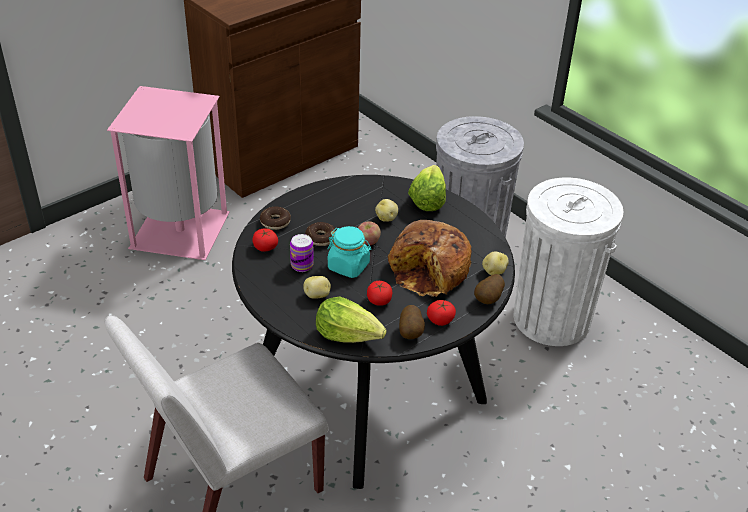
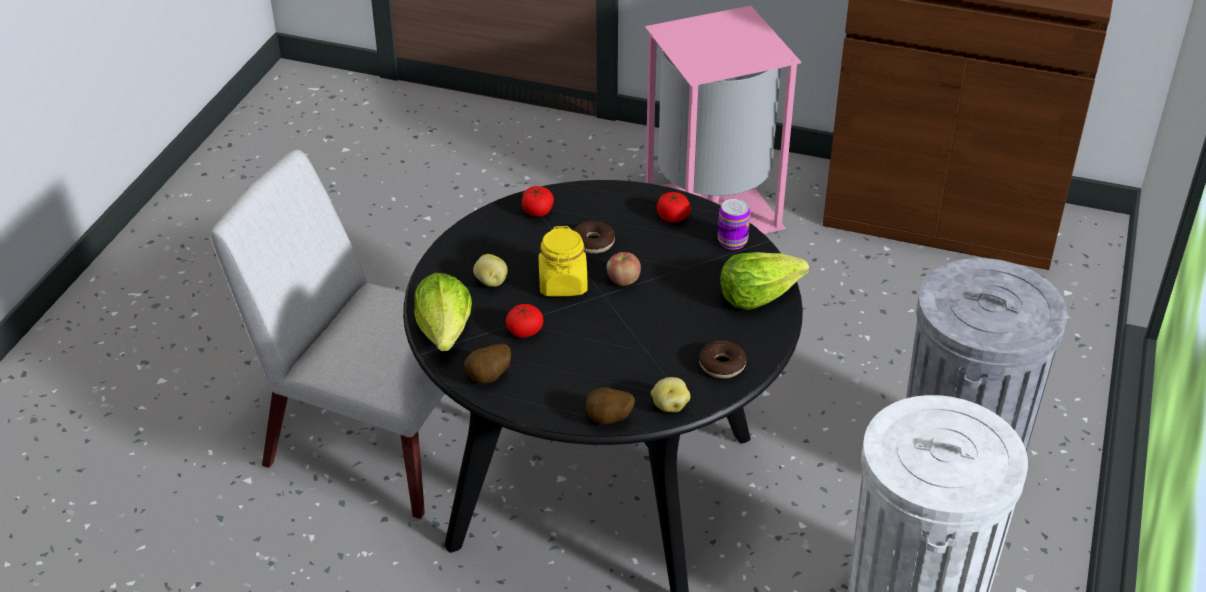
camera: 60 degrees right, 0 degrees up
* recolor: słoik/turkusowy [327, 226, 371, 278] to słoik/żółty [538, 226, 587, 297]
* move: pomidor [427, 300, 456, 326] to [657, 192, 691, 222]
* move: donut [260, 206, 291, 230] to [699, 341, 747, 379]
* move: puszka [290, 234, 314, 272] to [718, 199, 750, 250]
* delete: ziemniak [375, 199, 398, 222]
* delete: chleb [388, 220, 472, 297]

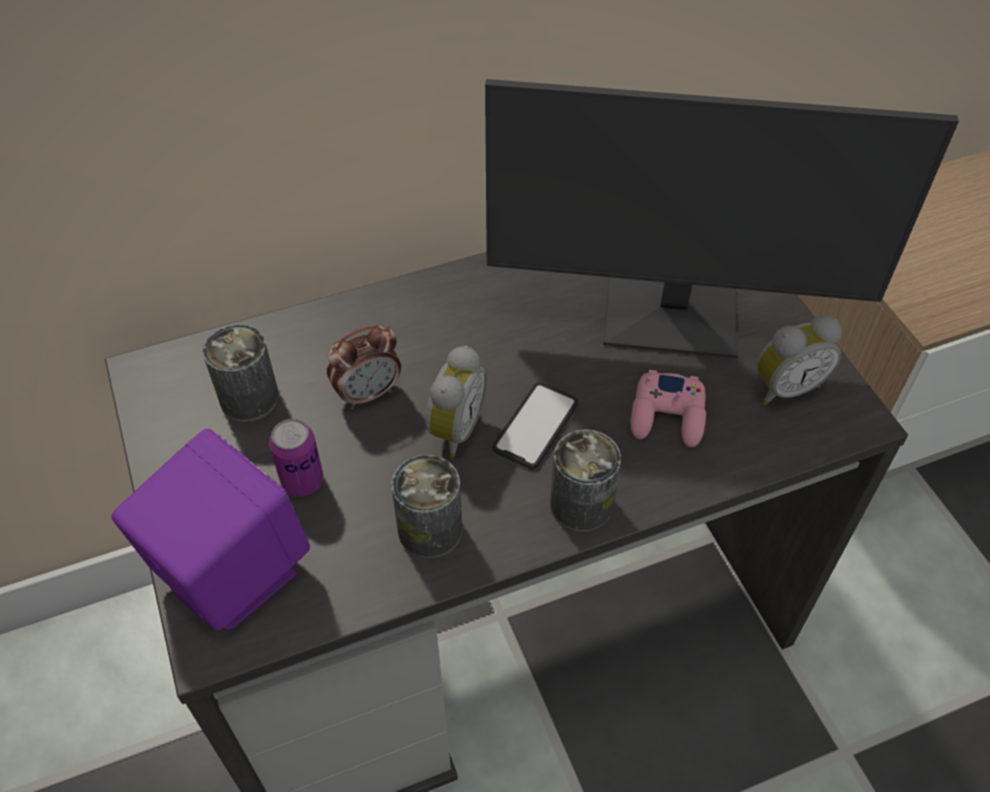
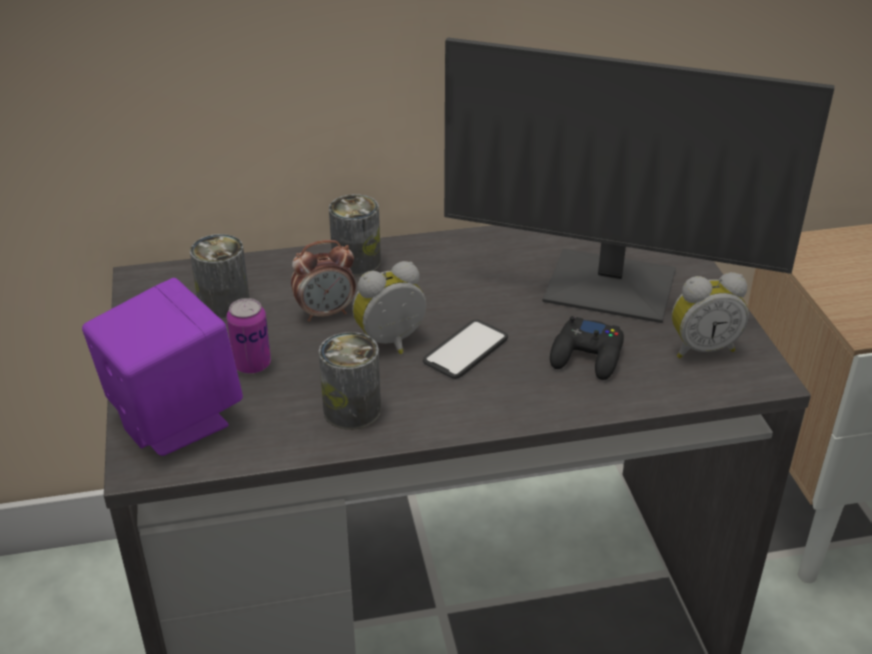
camera: 10 degrees right, 15 degrees down
* move: puszka [550, 429, 621, 532] to [329, 194, 381, 276]
* rotate: budzik [426, 346, 487, 457] = [352, 261, 426, 354] 150 degrees counterclockwise
* recolor: pad do gier/różowy [630, 370, 706, 447] to pad do gier/czarny [550, 316, 624, 380]

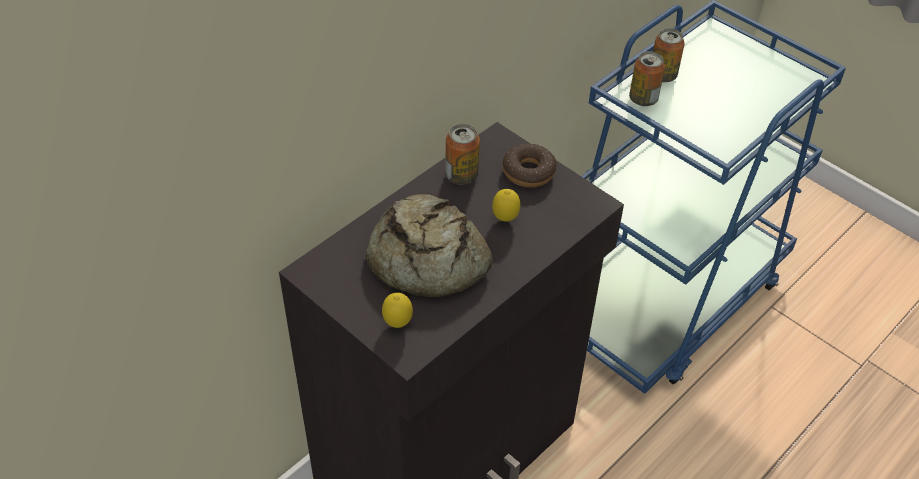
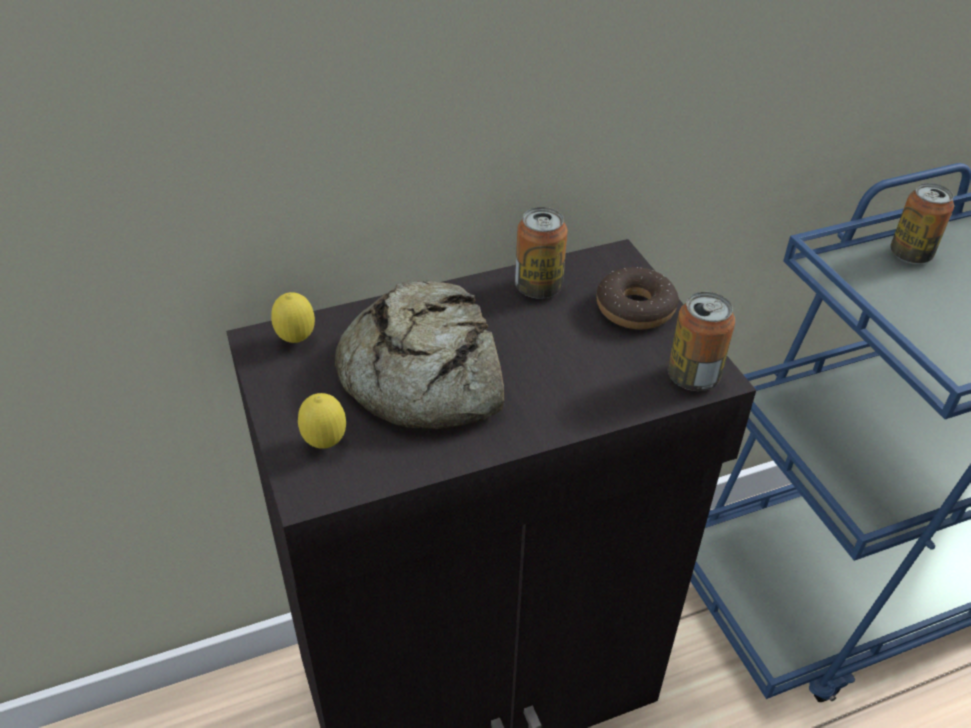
camera: 25 degrees right, 5 degrees down
* move: cytryna [492, 189, 520, 221] to [271, 292, 315, 343]
* move: puszka [629, 51, 665, 106] to [668, 292, 735, 391]

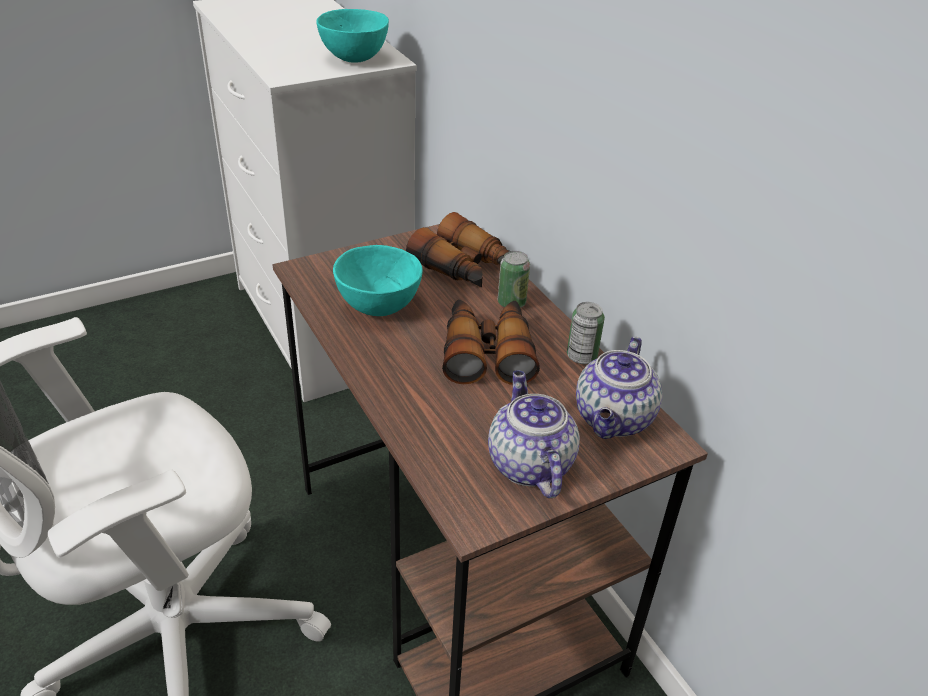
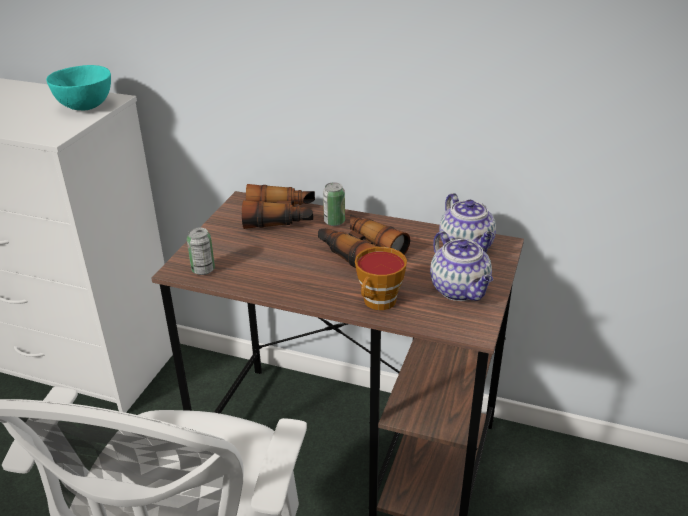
camera: 40 degrees left, 5 degrees down
* move: puszka [567, 302, 605, 364] to [187, 227, 215, 275]
* insert: filiżanka [355, 247, 407, 310]
* rotate: imbryk [488, 371, 580, 498] = [430, 231, 493, 301] 150 degrees counterclockwise
* delete: miska/turkusowy [333, 245, 423, 316]

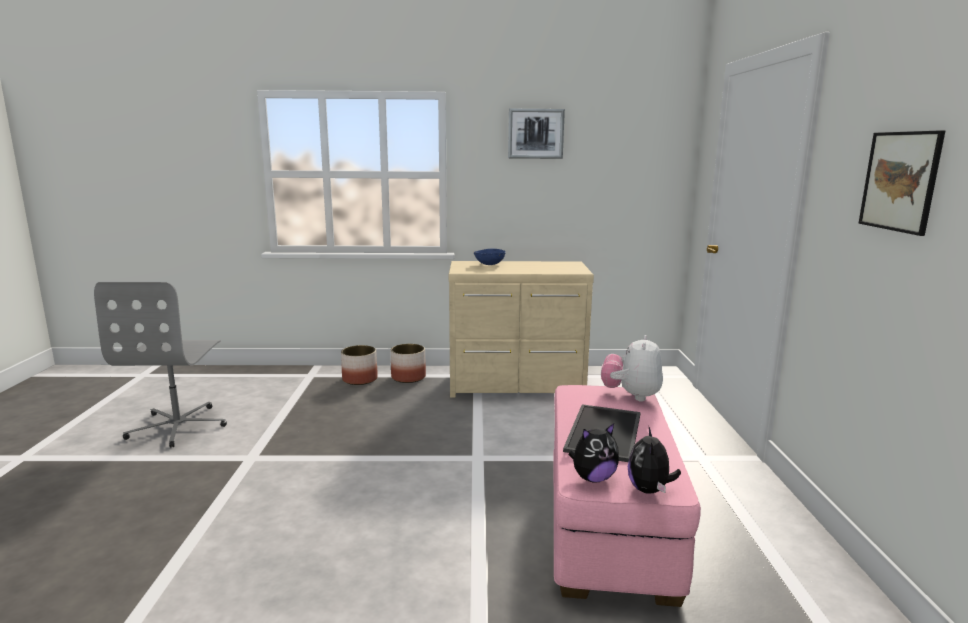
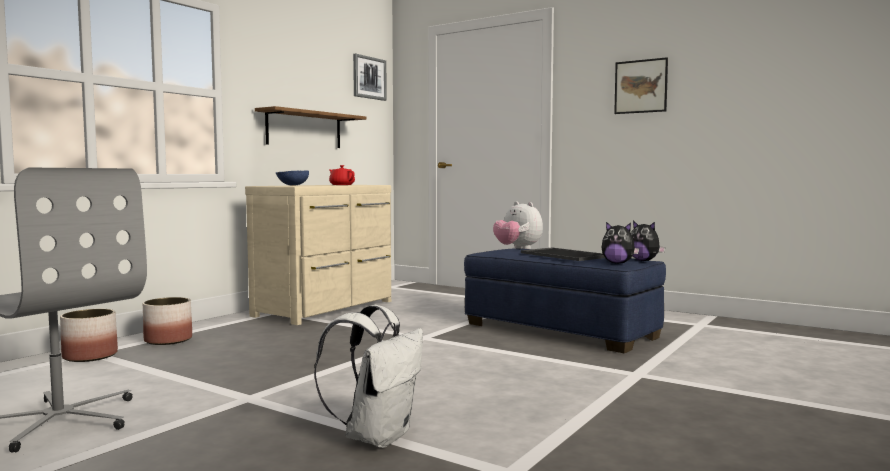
camera: 55 degrees left, 10 degrees down
* move: donica [391, 344, 426, 383] to [60, 309, 118, 362]
* insert: półka [255, 106, 367, 148]
* insert: plecak/biały [314, 305, 423, 448]
* insert: imbryk/czerwony [329, 165, 355, 185]
* move: obraz [508, 109, 565, 159] to [353, 54, 387, 101]
* recolor: pufa/różowy [554, 385, 701, 607] to pufa/niebieski [464, 249, 666, 353]
* rotate: pluszak [569, 423, 619, 483] = [602, 222, 639, 264] 105 degrees clockwise

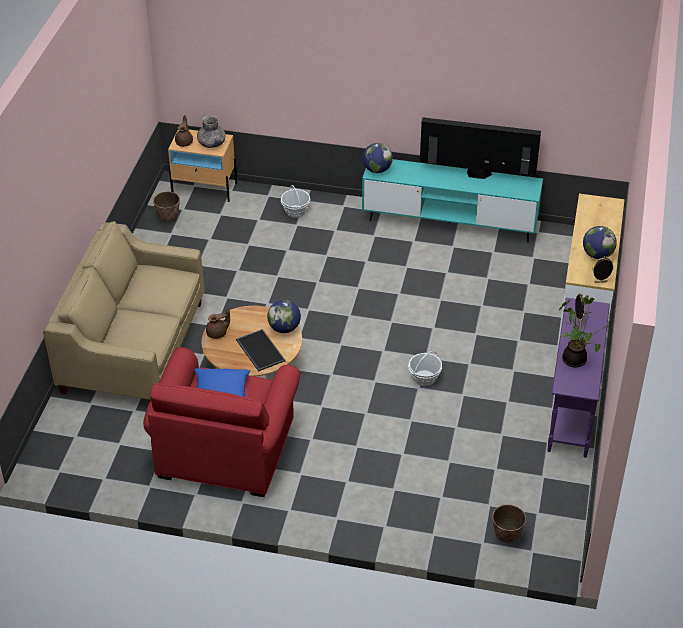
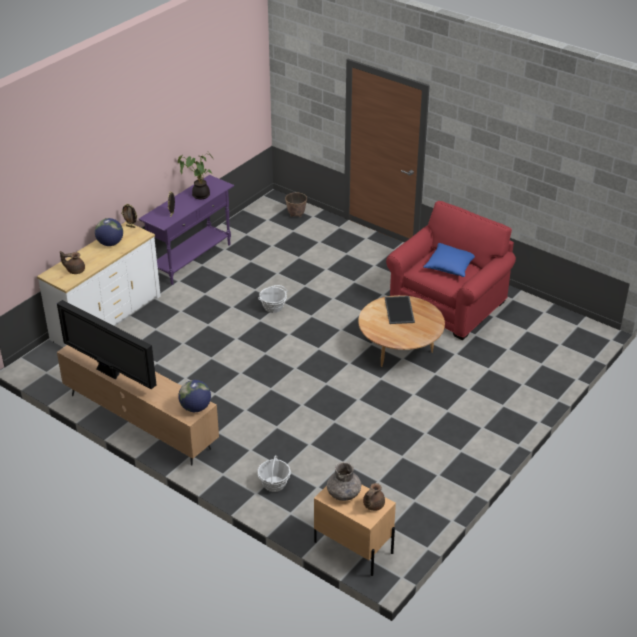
camera: 155 degrees left, 5 degrees down
* recolor: szafka pod telewizor/turkusowy [362, 159, 543, 243] to szafka pod telewizor/brązowy [57, 345, 219, 466]
* move: imbryk/brązowy [206, 308, 230, 339] to [60, 251, 85, 274]
* delete: kanapa/beżowy [43, 221, 205, 403]
* delete: donica [153, 192, 180, 223]
* delete: globus [267, 300, 301, 333]

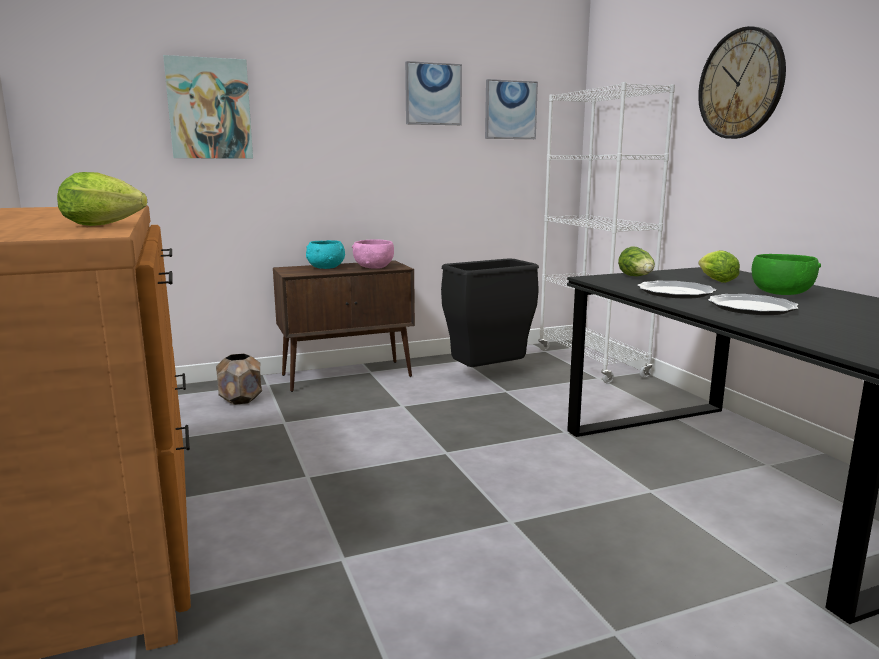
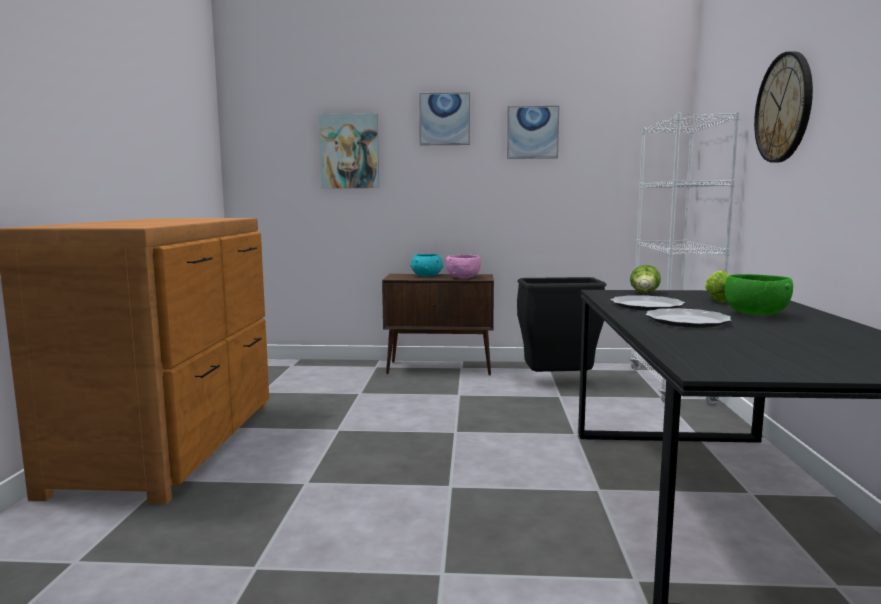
camera: 25 degrees right, 5 degrees down
* move: obraz [485, 79, 538, 139] to [419, 92, 470, 145]
* delete: sałata [57, 172, 147, 226]
* delete: donica/brązowy [216, 354, 262, 405]

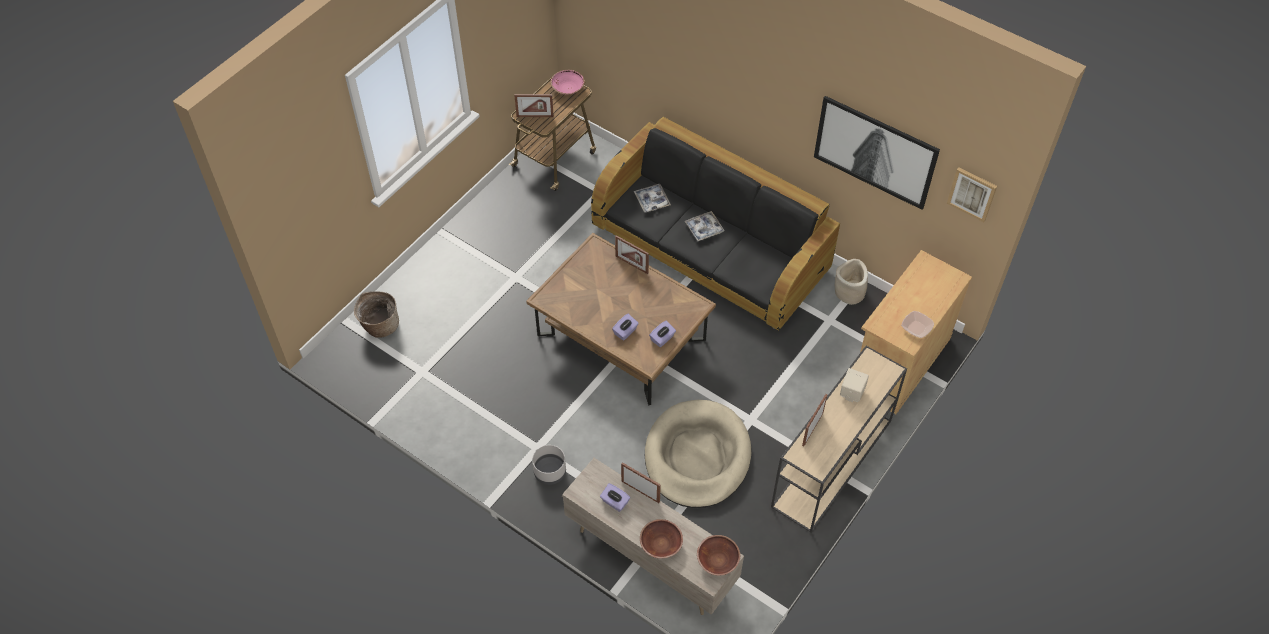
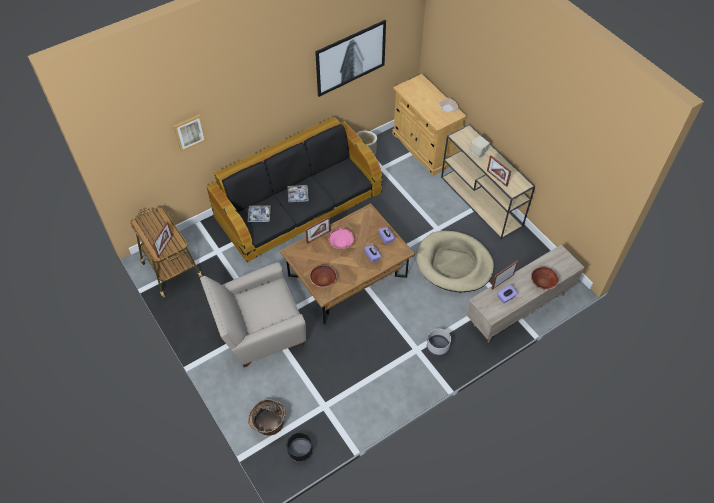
camera: 70 degrees left, 0 degrees up
* move: obraz [947, 167, 997, 222] to [174, 114, 207, 152]
* insert: fotel/beżowy [200, 262, 306, 367]
* insert: donica/czarny [287, 432, 313, 463]
* move: miska/brązowy [697, 535, 740, 575] to [309, 265, 337, 288]
* move: miska/różowy [551, 70, 585, 95] to [328, 228, 355, 249]

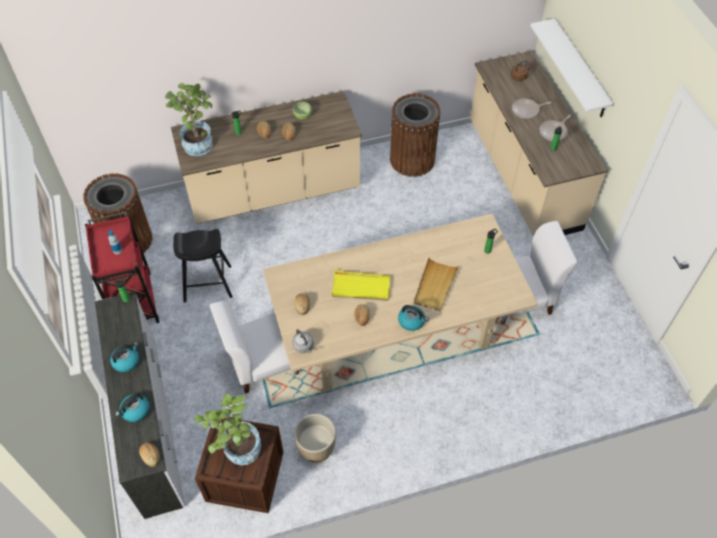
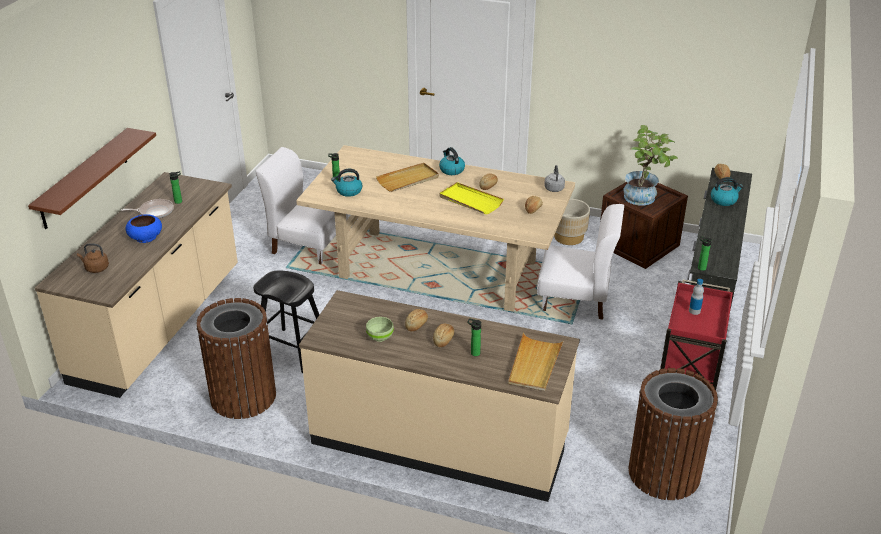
camera: 145 degrees left, 20 degrees down
* recolor: półka/biały [530, 19, 613, 117] to półka/brązowy [28, 128, 156, 229]
* replace: patelnia [512, 98, 552, 119] to miska/niebieski [126, 214, 162, 243]
* move: stołek/czarny [173, 229, 233, 303] to [253, 271, 319, 373]
* move: czajnik [110, 342, 139, 372] to [331, 168, 362, 197]
* replace: roślina doniczkowa [165, 83, 213, 156] to taca/beżowy [508, 333, 564, 391]

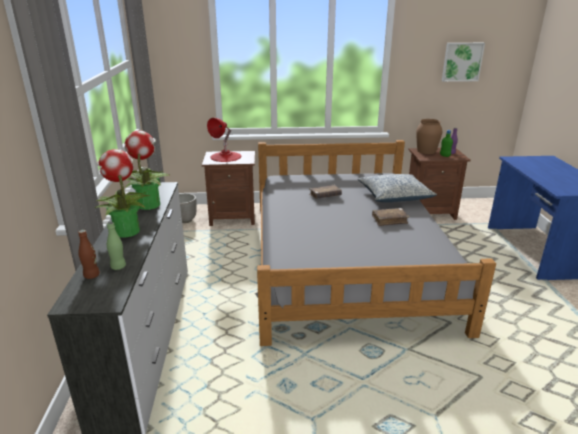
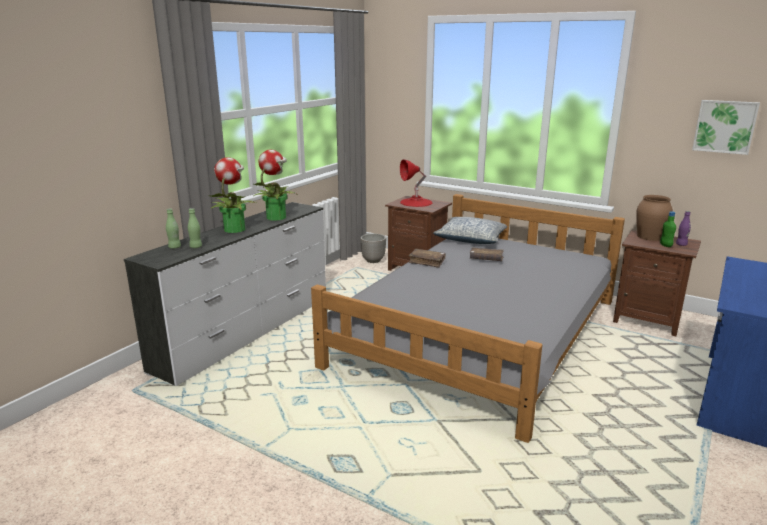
camera: 35 degrees right, 5 degrees down
* recolor: butelka/brązowy [78, 230, 100, 279] to butelka/zielony [166, 209, 181, 249]
* move: książka/brązowy [372, 208, 409, 226] to [409, 249, 445, 268]
* move: poduszka [358, 174, 437, 202] to [433, 217, 510, 244]

